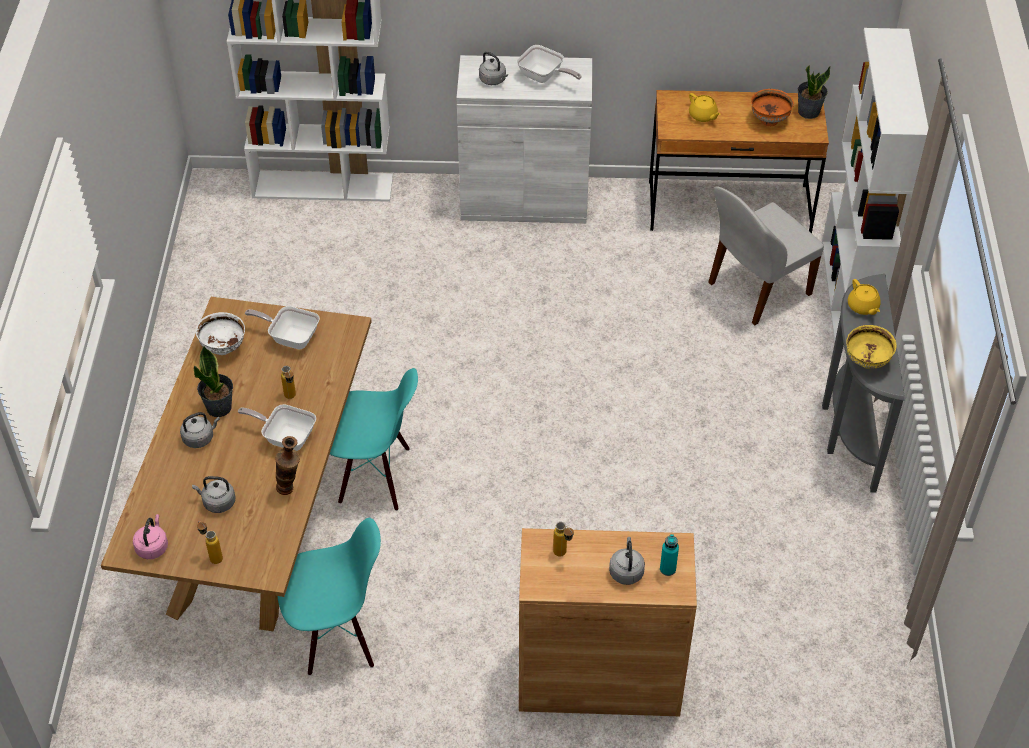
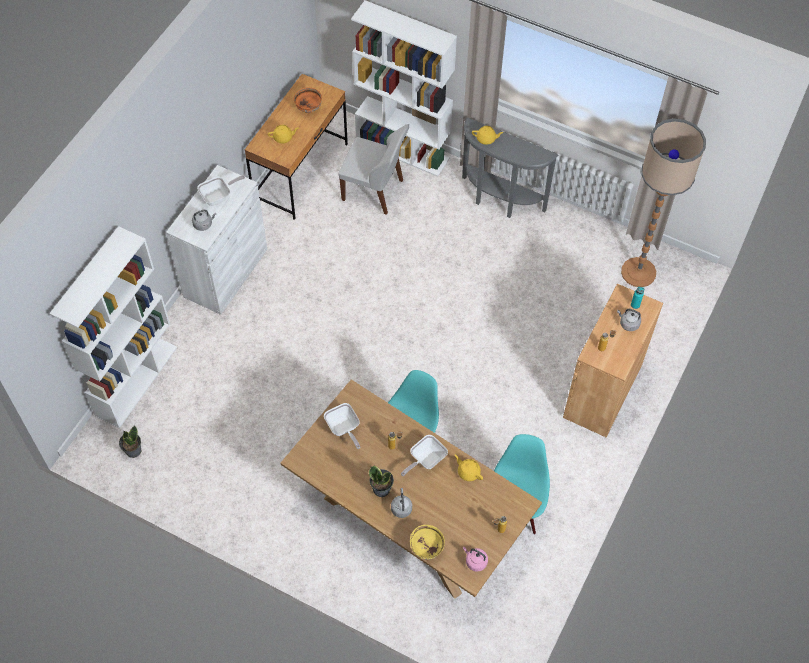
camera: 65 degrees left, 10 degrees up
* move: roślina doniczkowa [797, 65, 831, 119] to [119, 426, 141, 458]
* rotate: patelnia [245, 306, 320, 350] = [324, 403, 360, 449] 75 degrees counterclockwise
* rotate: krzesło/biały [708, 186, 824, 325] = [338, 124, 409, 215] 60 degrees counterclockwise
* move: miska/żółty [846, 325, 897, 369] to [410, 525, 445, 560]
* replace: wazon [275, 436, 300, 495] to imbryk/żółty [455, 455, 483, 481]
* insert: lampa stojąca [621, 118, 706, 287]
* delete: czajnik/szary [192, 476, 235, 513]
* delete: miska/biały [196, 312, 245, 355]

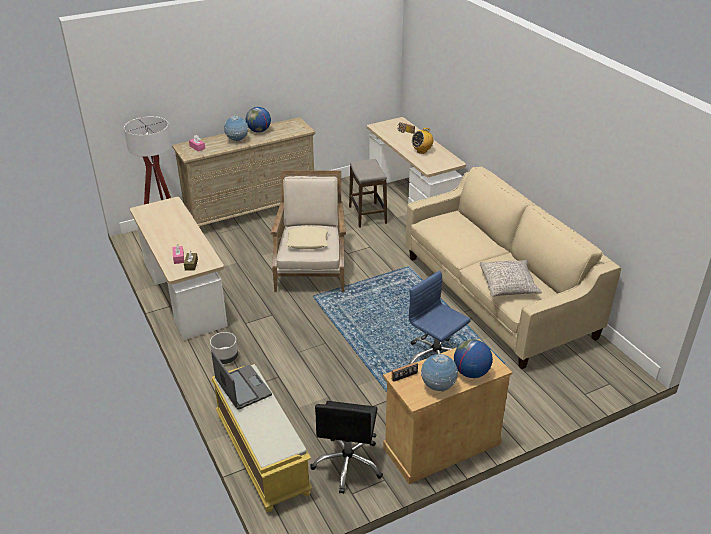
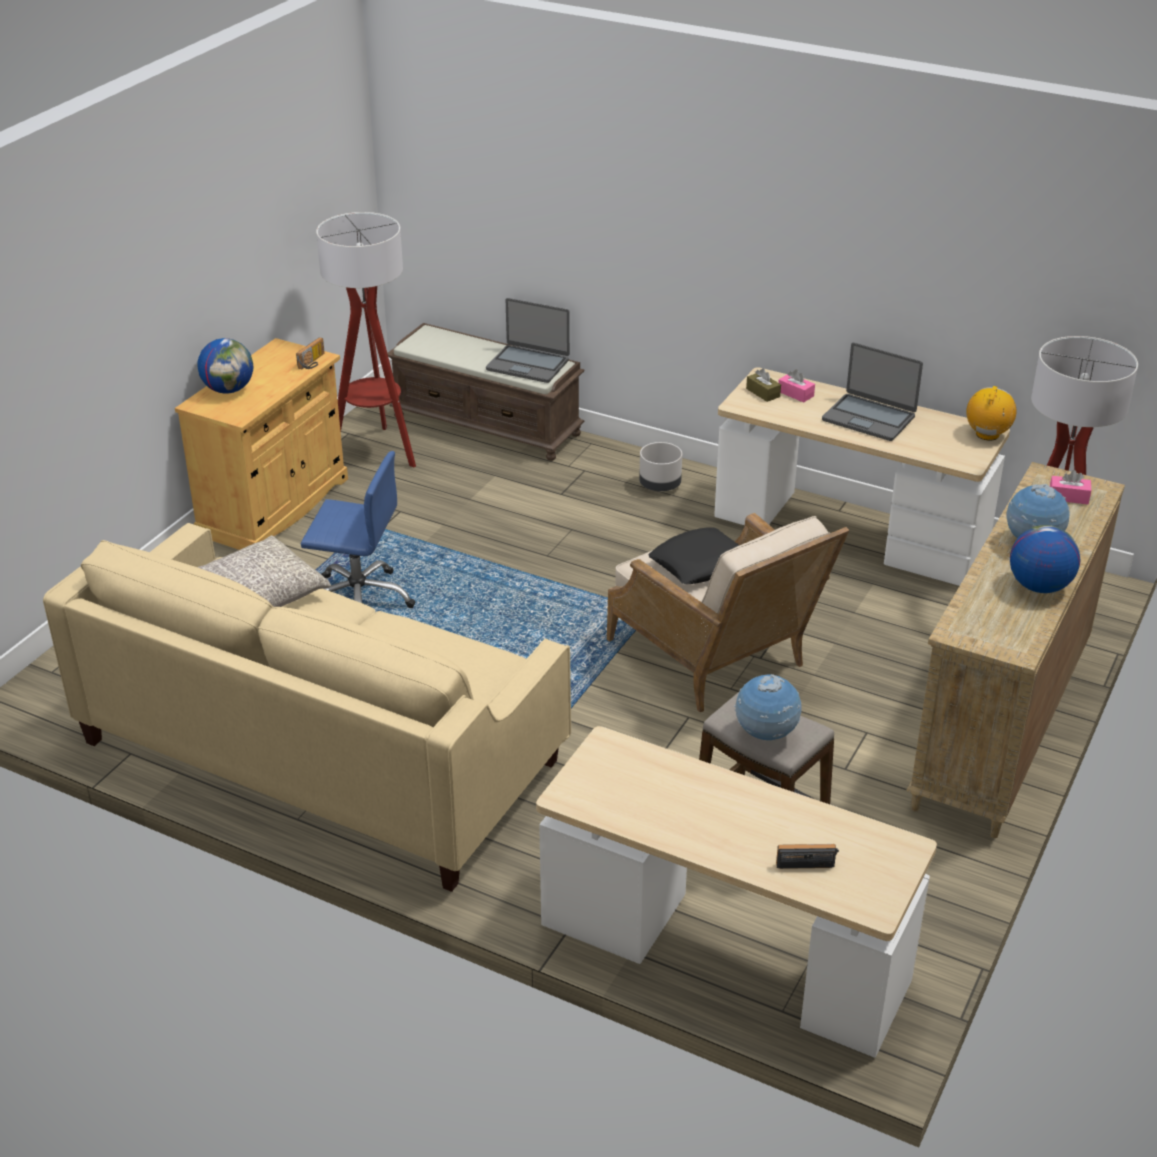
camera: 145 degrees right, 0 degrees up
* replace: krzesło biurowe/czarny [310, 401, 383, 494] to lampa stojąca [316, 212, 416, 467]
* recolor: ławka/żółty [211, 364, 313, 512] to ławka/brązowy [387, 323, 585, 461]
* recolor: poduszka/beżowy [286, 227, 329, 249] to poduszka/czarny [649, 527, 739, 584]
* move: globus [421, 354, 458, 392] to [734, 674, 802, 740]
* insert: laptop [822, 342, 923, 441]
* move: radio [412, 128, 433, 154] to [966, 386, 1017, 441]

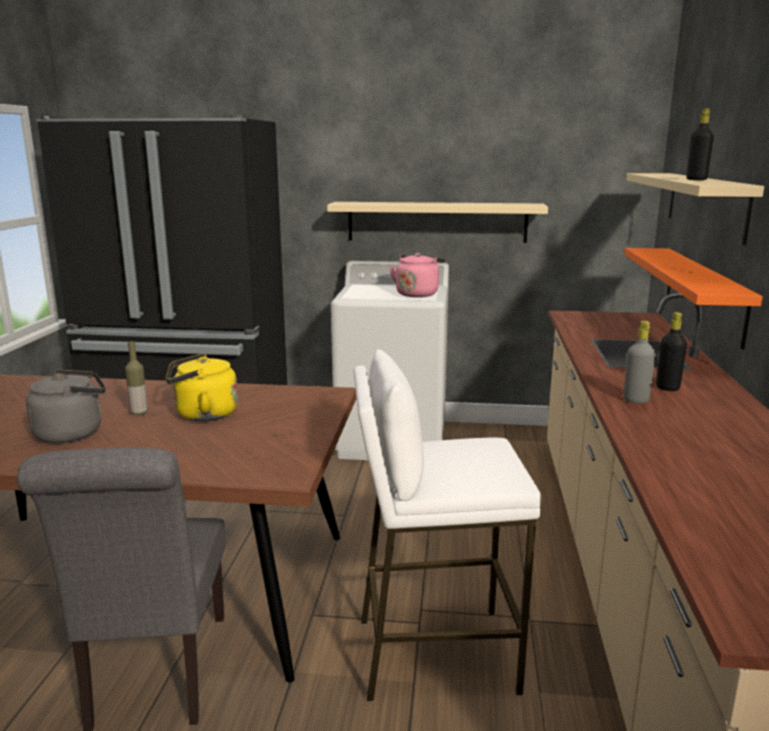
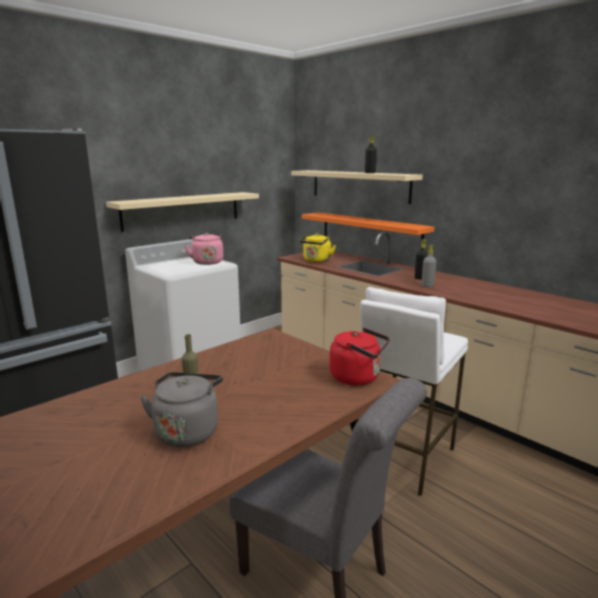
camera: 50 degrees left, 0 degrees up
* move: czajnik/żółty [166, 353, 238, 421] to [299, 234, 336, 262]
* insert: czajnik/czerwony [330, 328, 390, 385]

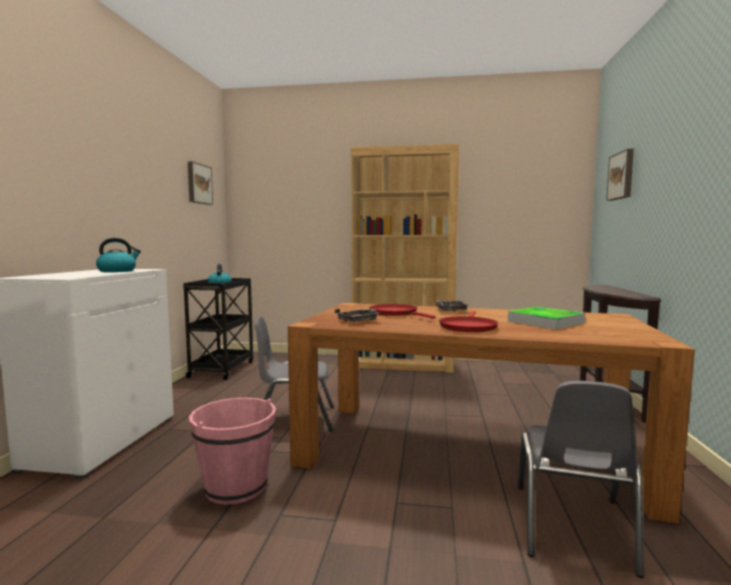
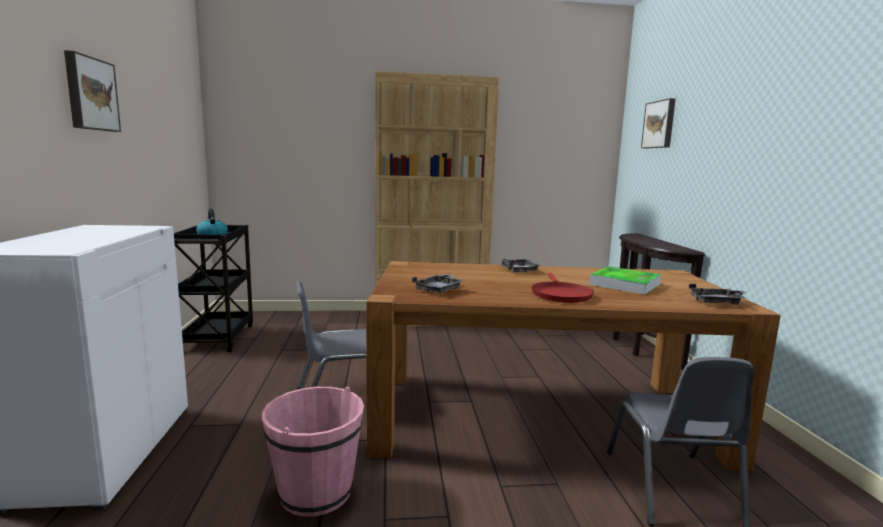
camera: 15 degrees left, 5 degrees up
* move: obraz [188, 161, 213, 205] to [64, 50, 121, 132]
* insert: taca/szary [689, 284, 748, 305]
* delete: czajnik [96, 238, 141, 272]
* delete: patelnia/czerwony [370, 304, 436, 319]

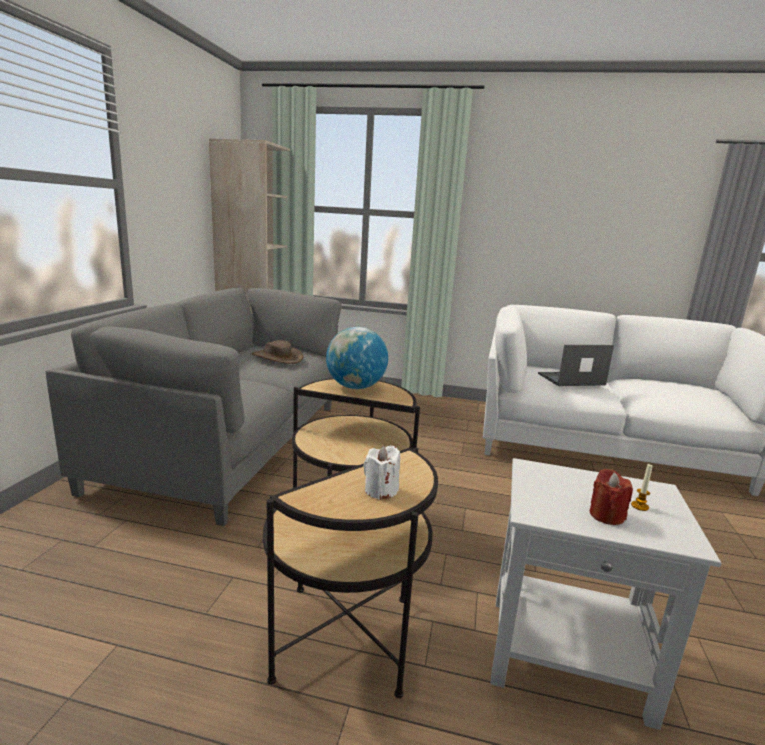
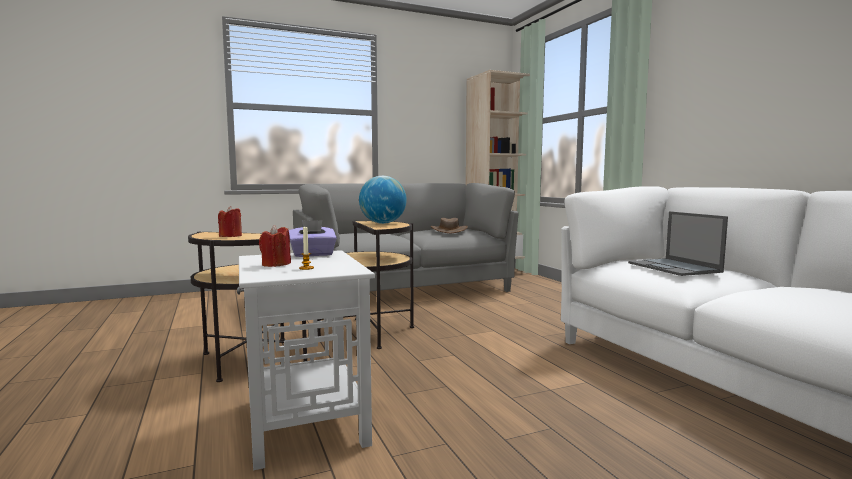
camera: 55 degrees right, 10 degrees down
* recolor: świeca/biały [364, 446, 400, 500] to świeca/czerwony [218, 206, 242, 237]
* insert: pudełko chusteczek/fioletowy [289, 220, 337, 257]
* rotate: laptop [538, 345, 614, 386] = [628, 211, 728, 276] 150 degrees counterclockwise

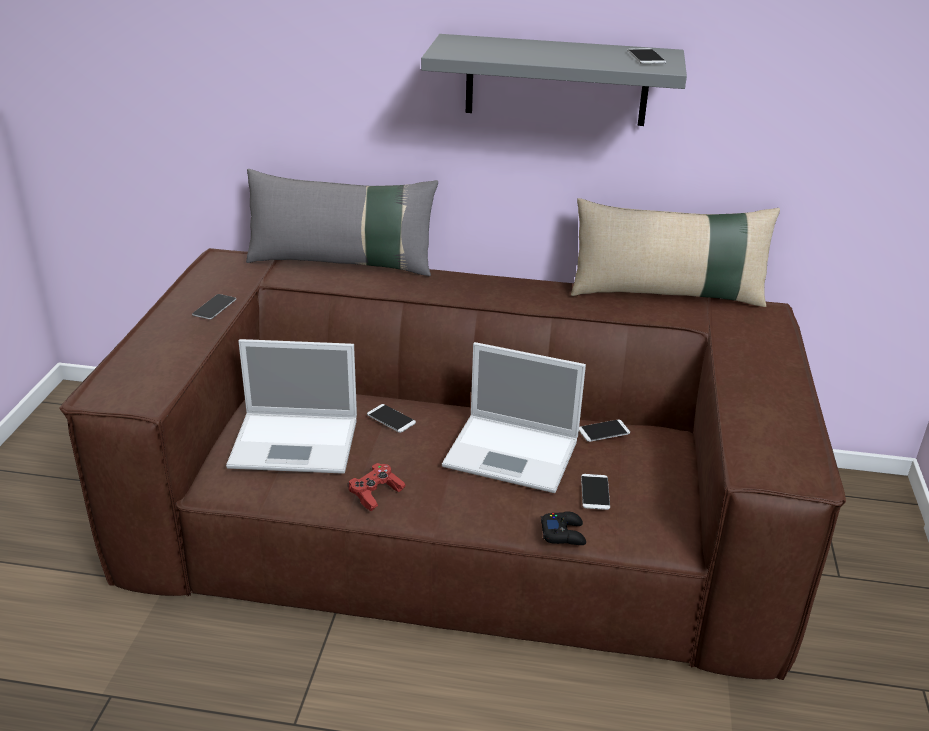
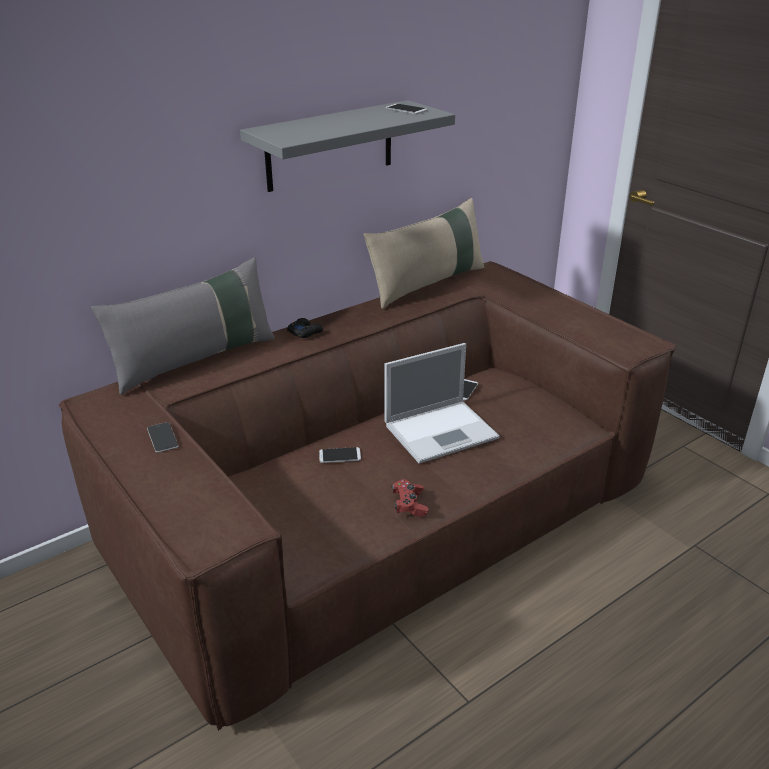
camera: 45 degrees left, 0 degrees up
* move: pad do gier/czarny [541, 511, 586, 545] to [287, 318, 323, 338]
* delete: laptop [226, 339, 357, 474]
* delete: telefon [581, 474, 610, 510]

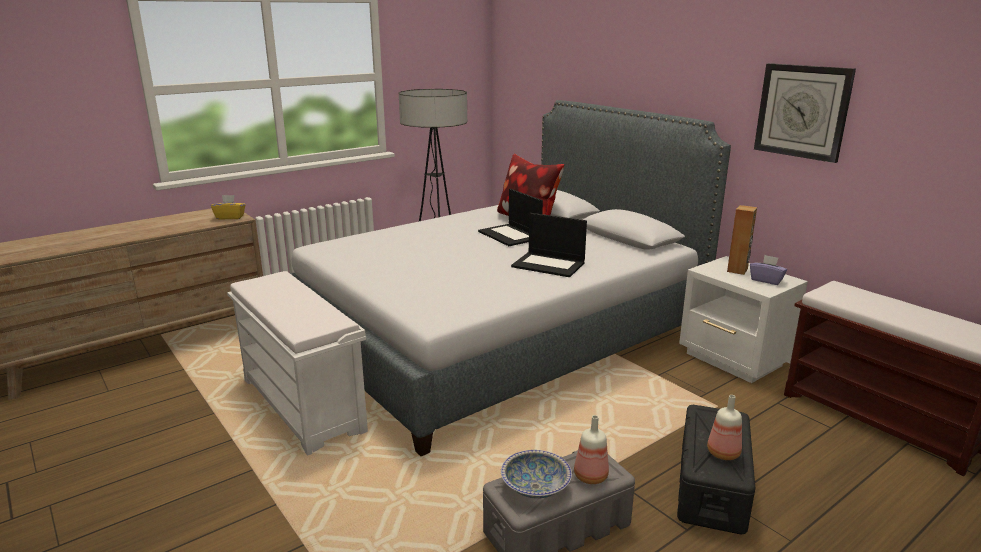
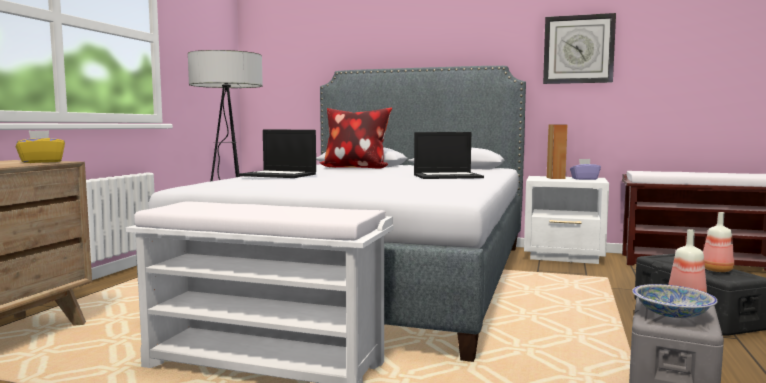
camera: 35 degrees left, 15 degrees down
* move: laptop [478, 189, 543, 246] to [239, 130, 316, 178]

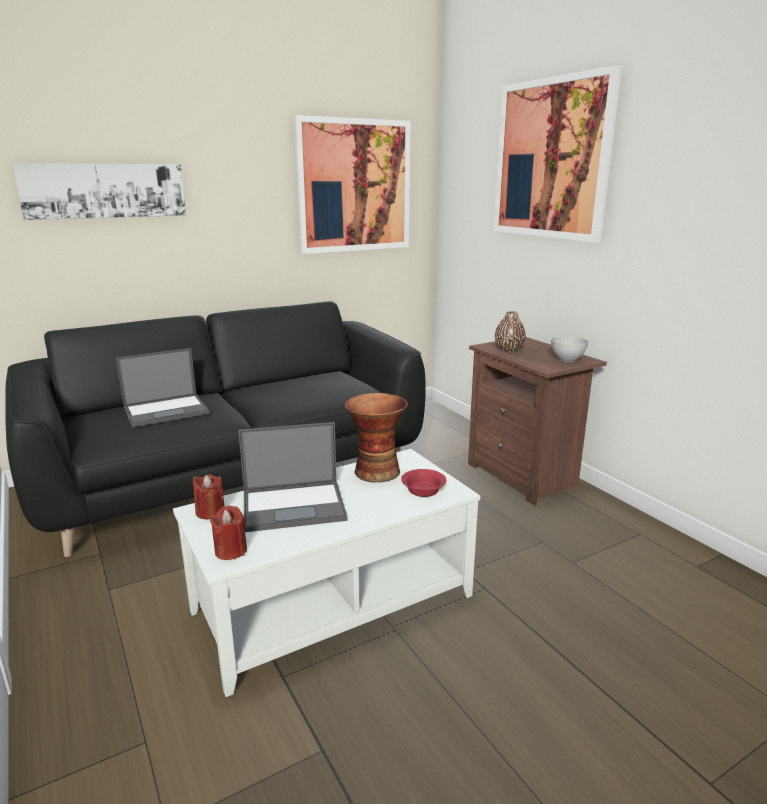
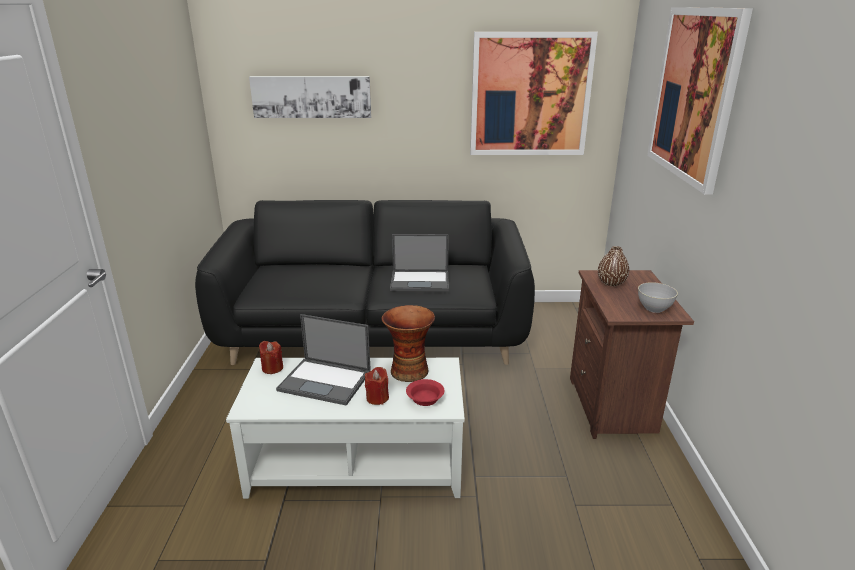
camera: 30 degrees right, 5 degrees up
* move: świeca/czerwony [210, 506, 247, 560] to [365, 367, 389, 405]
* move: laptop [116, 348, 210, 427] to [390, 234, 449, 291]

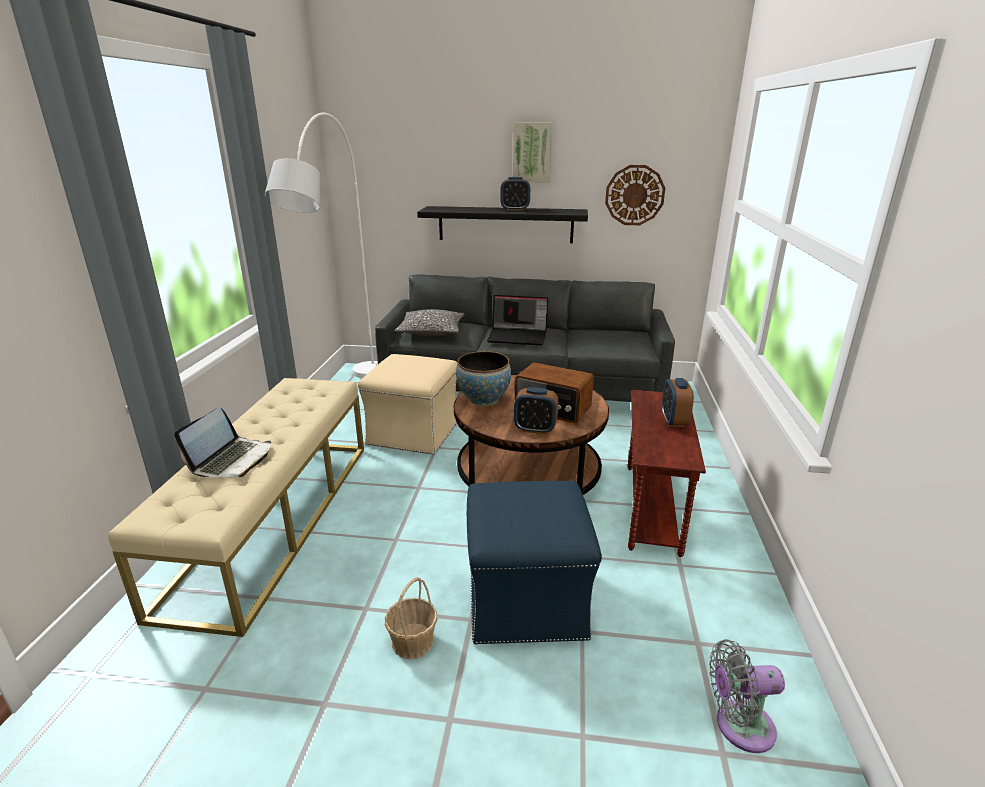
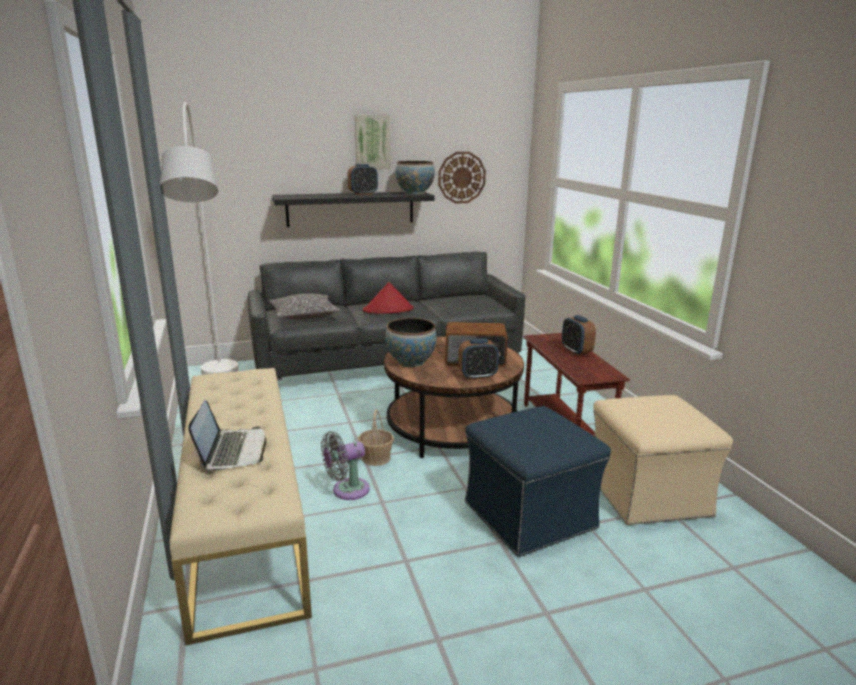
camera: 25 degrees left, 5 degrees down
* move: wentylator/szary [709, 639, 785, 753] to [321, 431, 370, 500]
* move: koszyk [385, 577, 437, 659] to [358, 409, 394, 466]
* replace: laptop [487, 295, 548, 345] to kapelusz/czerwony [363, 282, 414, 314]
* insert: miska [396, 161, 435, 195]
* move: pufa/beżowy [358, 354, 458, 455] to [593, 395, 733, 525]

